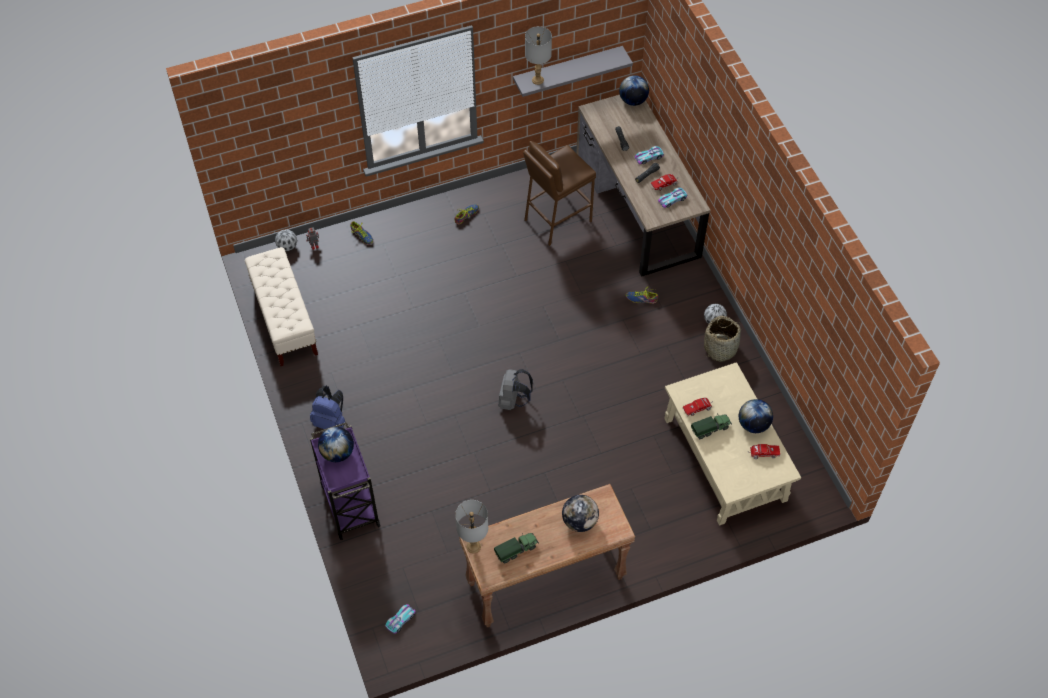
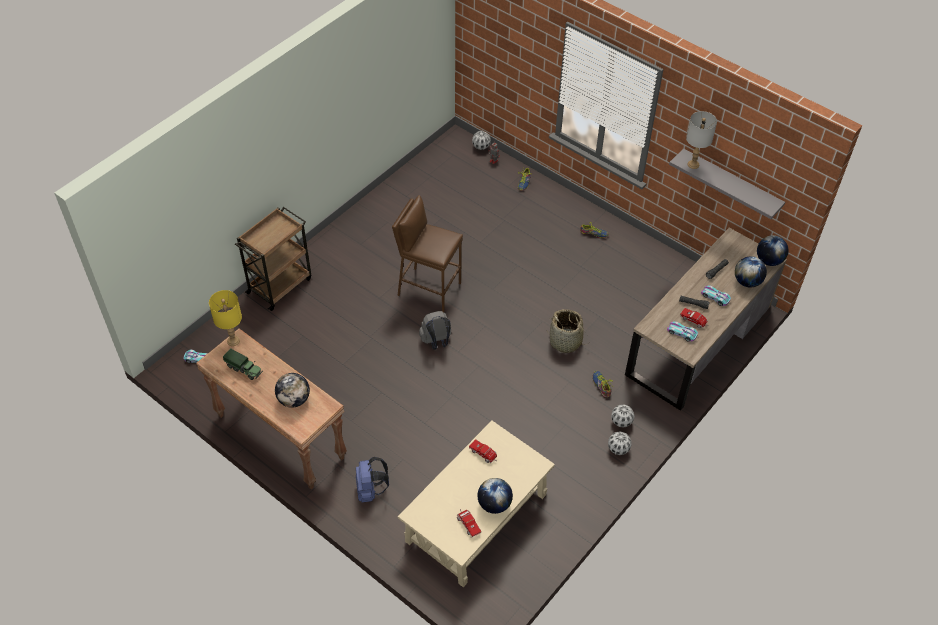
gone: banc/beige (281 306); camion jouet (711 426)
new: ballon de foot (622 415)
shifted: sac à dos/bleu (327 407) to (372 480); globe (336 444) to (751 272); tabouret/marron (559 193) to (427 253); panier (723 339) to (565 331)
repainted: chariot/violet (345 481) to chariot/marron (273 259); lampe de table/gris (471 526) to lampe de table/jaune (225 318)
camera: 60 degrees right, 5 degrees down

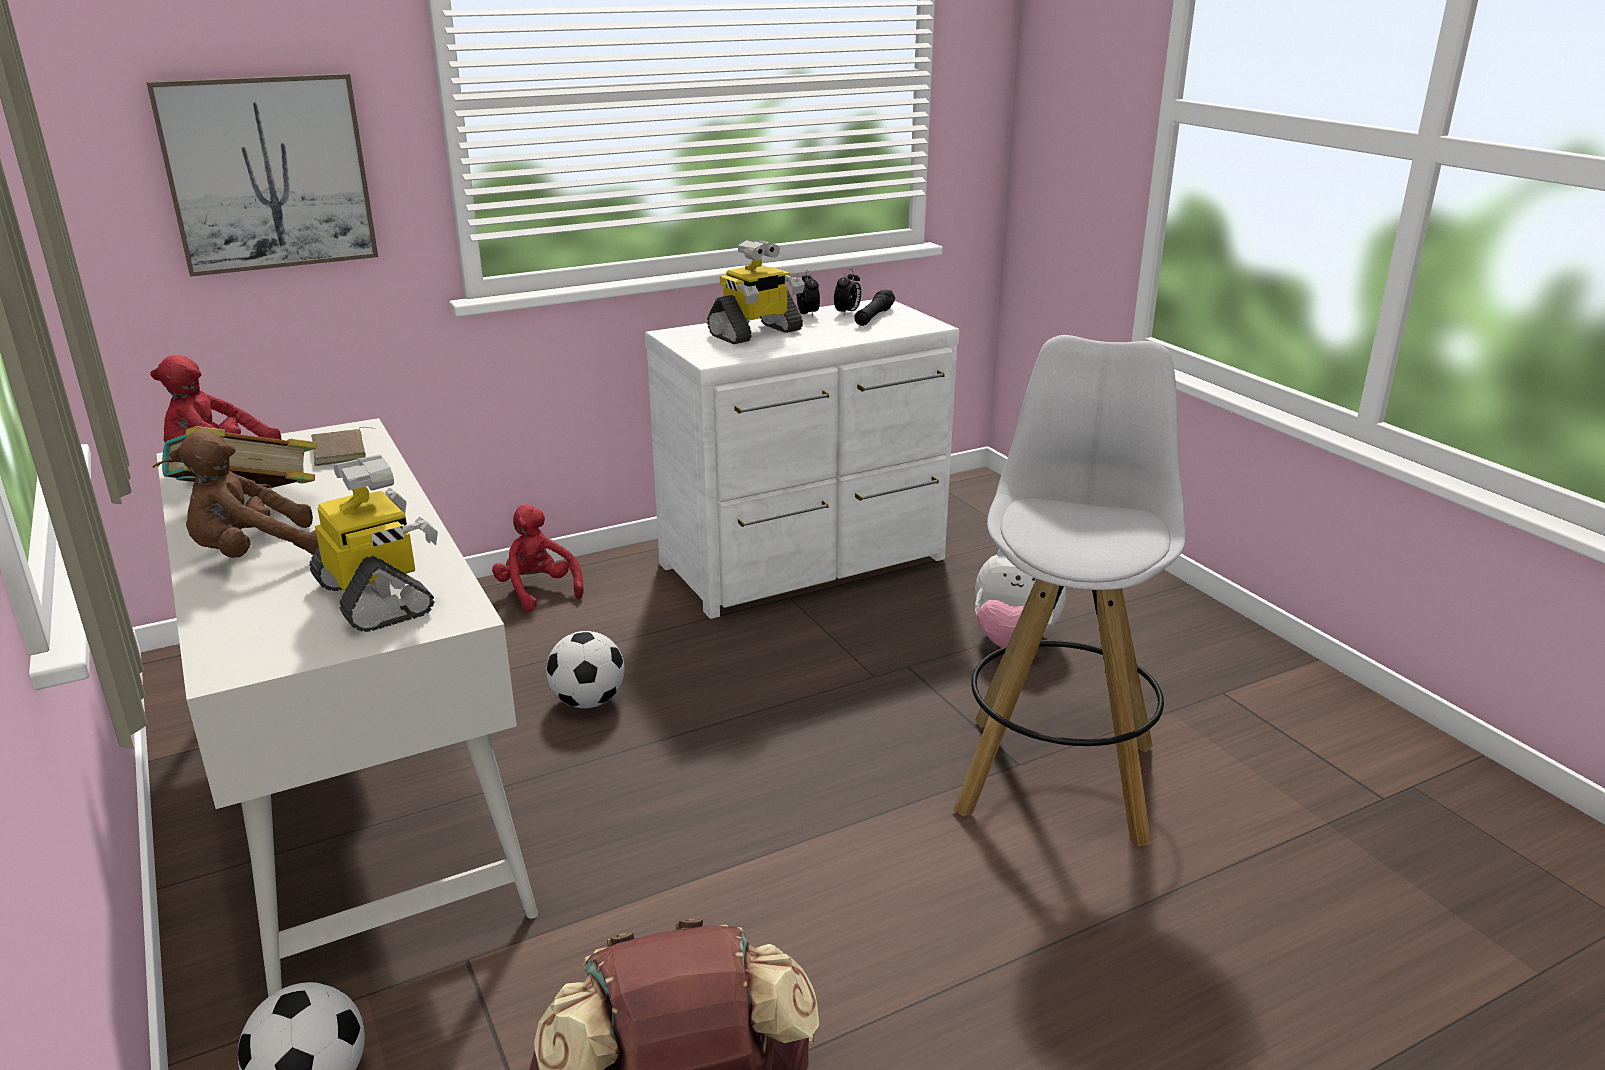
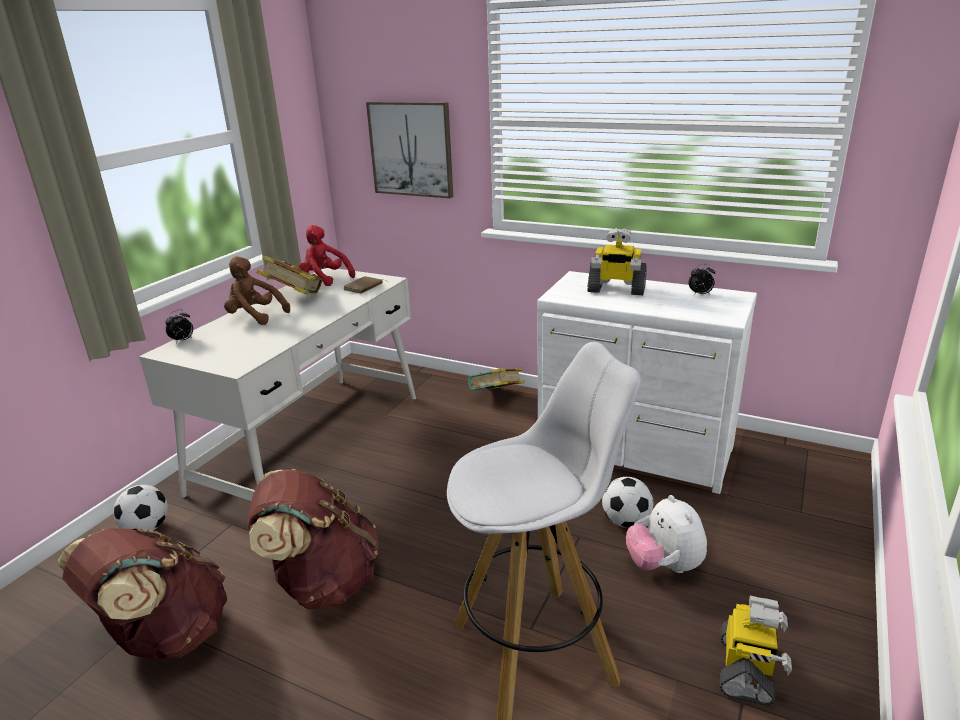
gone: lampe de poche/noir (874 308)
new: sac à dos/marron (312 539)
shifted: robot jouet (374 543) to (756 651); ballon de foot (585 669) to (627 502); réveil (808 293) to (179 326)
swapped: peluche/rouge (538 558) to livre (496 379)
camera: 55 degrees right, 0 degrees up

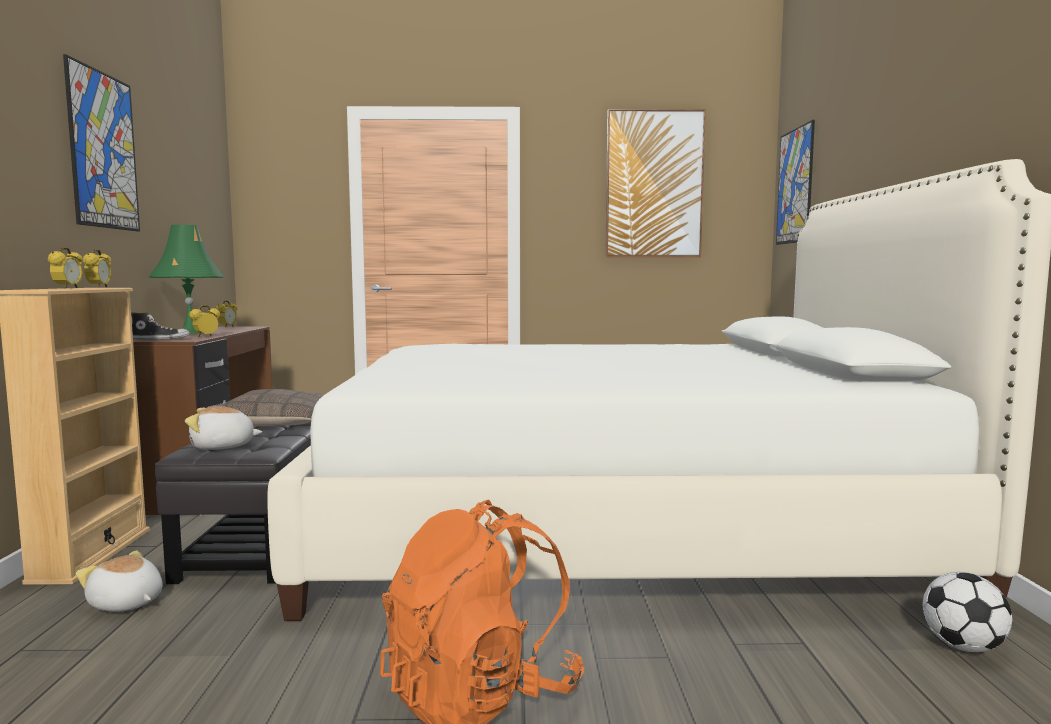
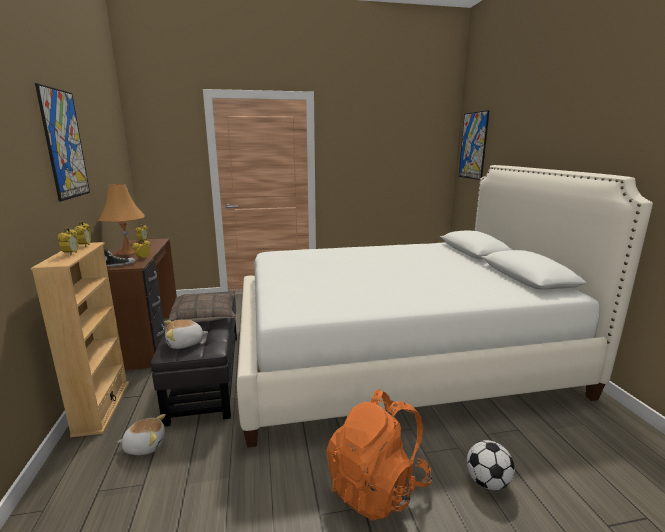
gone: tableau (655 183)
shifted: ballon de foot (967 612) to (491 465)
repainted: lampe de table/vert (186 279) to lampe de table/orange (121 219)
rotated: peluche (119 581) = (142 434) 150 degrees clockwise
camera: 10 degrees left, 10 degrees up

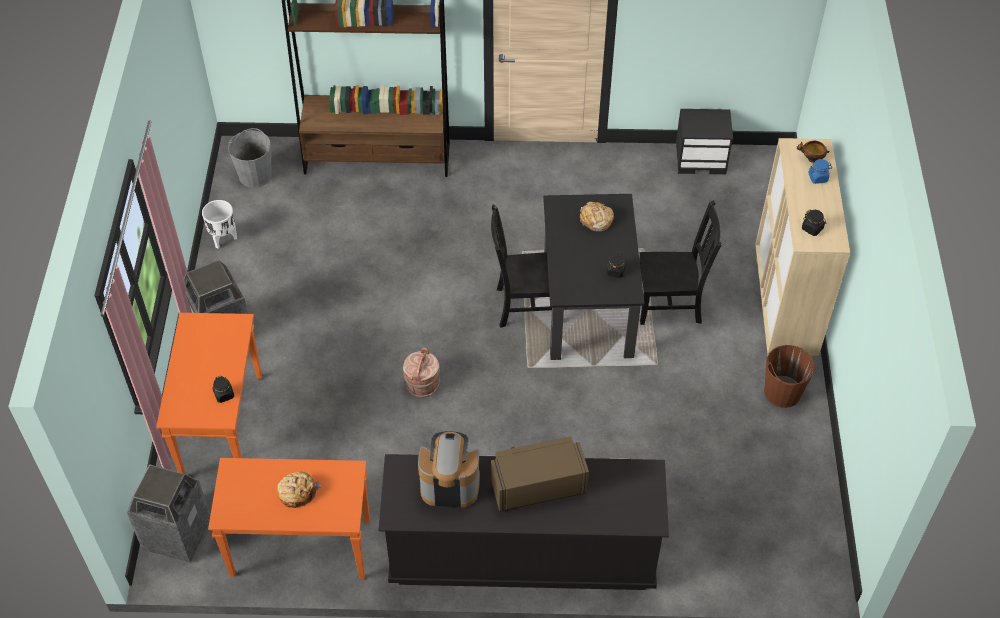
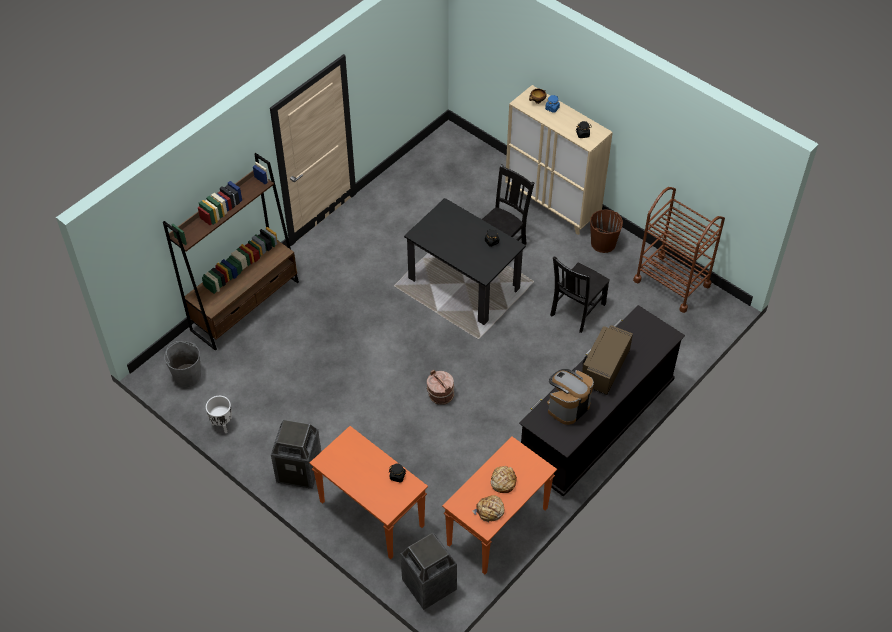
gone: table de chevet/noir (704 141)
new: chariot/marron (679 250)
shifted: chaise/noir (521 266) to (580 294); pain (597 216) to (488 509)
camera: 50 degrees left, 0 degrees up

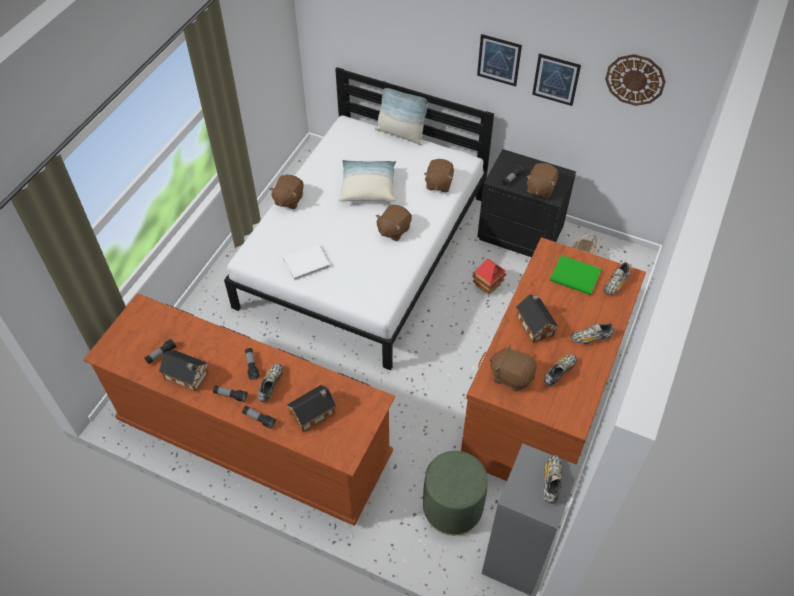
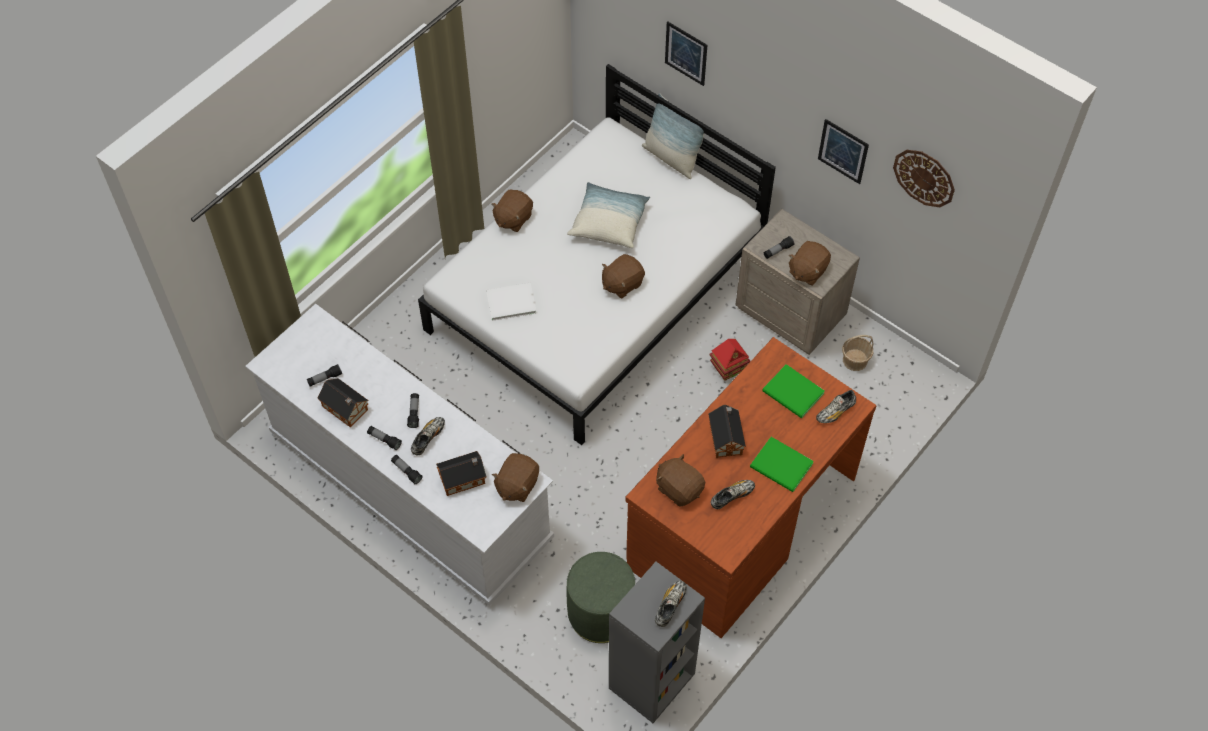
shifted: peluche/marron (439 175) to (515 477); tableau (499 60) to (686 53)
swapped: chaussure (592 333) to livre/vert (782 464)
repainted: commode/marron (239 409) to commode/blanc (399 455); table de chevet/noir (526 203) to table de chevet/beige (797 282)
camera: 15 degrees right, 5 degrees up

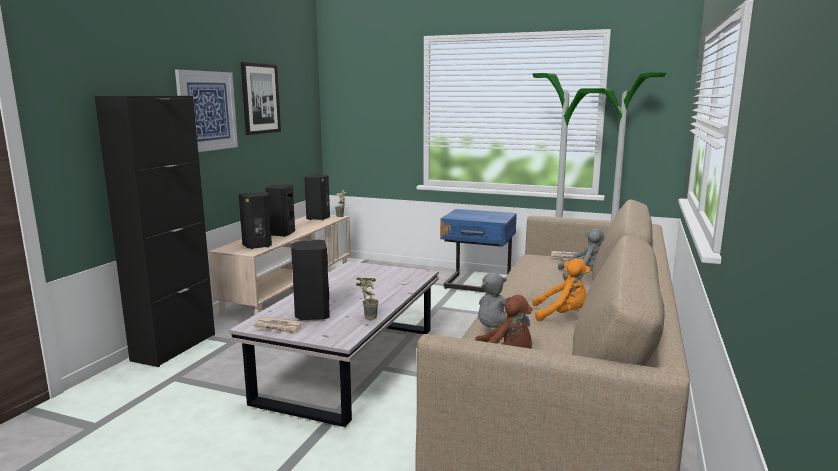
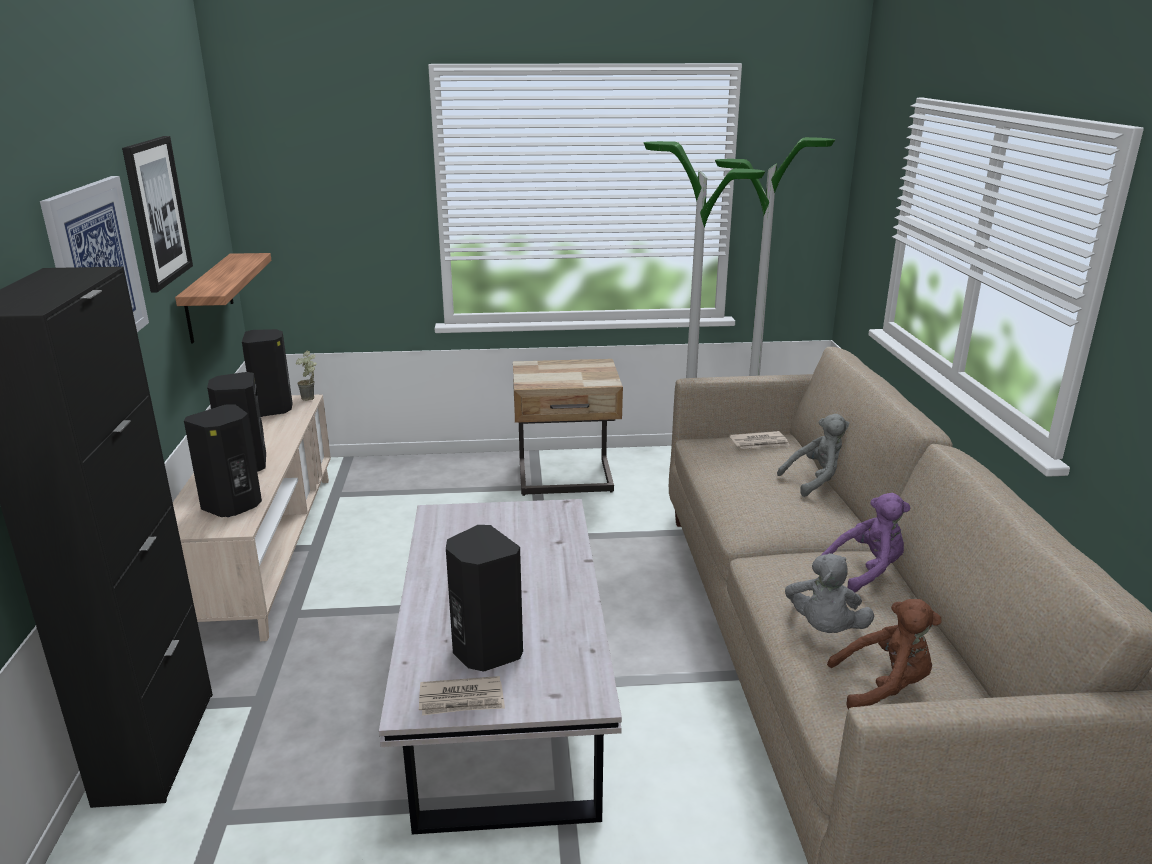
gone: plante en pot (367 299)
new: étagère (223 298)
repainted: table de chevet/bleu (478 251) to table de chevet/beige (568 427); peluche/orange (561 289) to peluche/violet (865 542)
camera: 25 degrees left, 10 degrees up

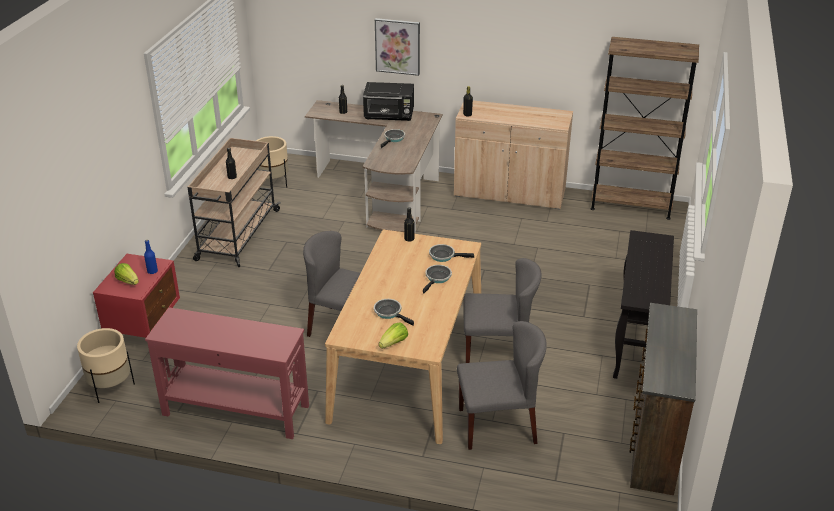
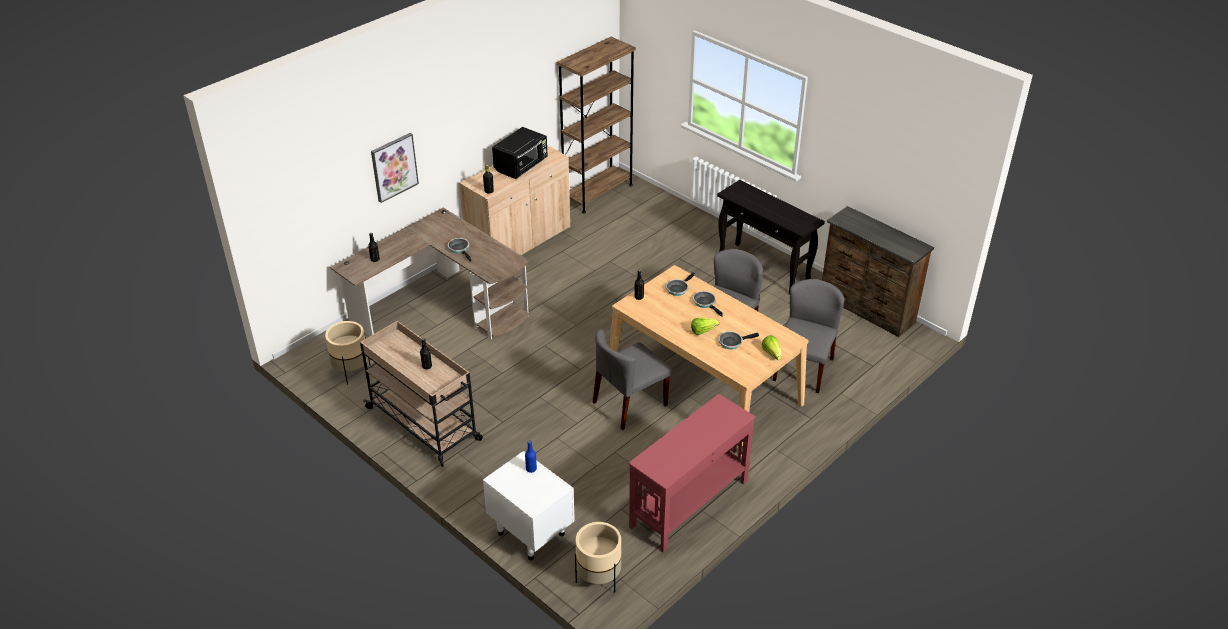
shifted: laitue (126 274) to (705 326); micro-ondes/noir (388 101) to (520 153)
repainted: table de chevet/rouge (136 296) to table de chevet/blanc (529 505)
camera: 60 degrees left, 5 degrees up

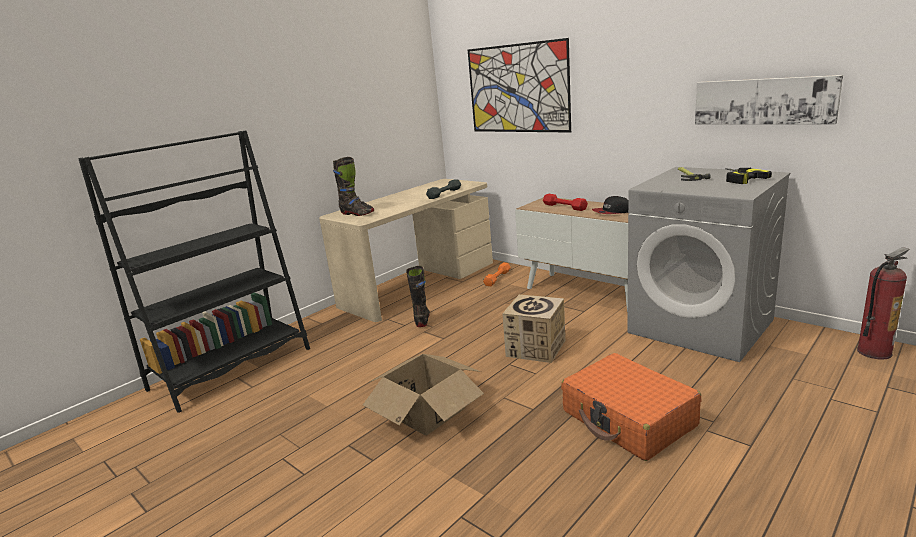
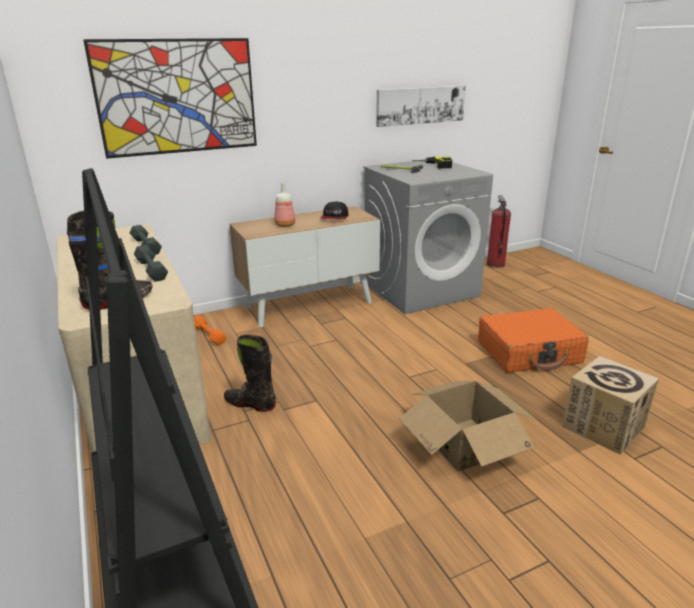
new: haltère/gris (151 263)
shifted: carton (533 328) to (610 405)
swapped: haltère/rouge (565 202) to bouteille (284 204)
camera: 70 degrees left, 5 degrees up

